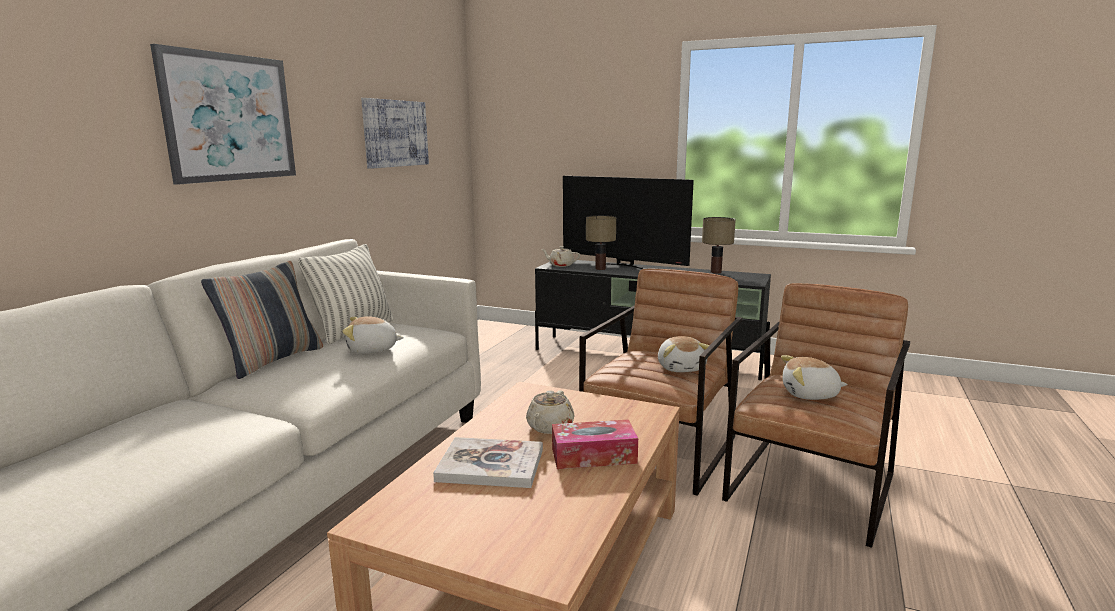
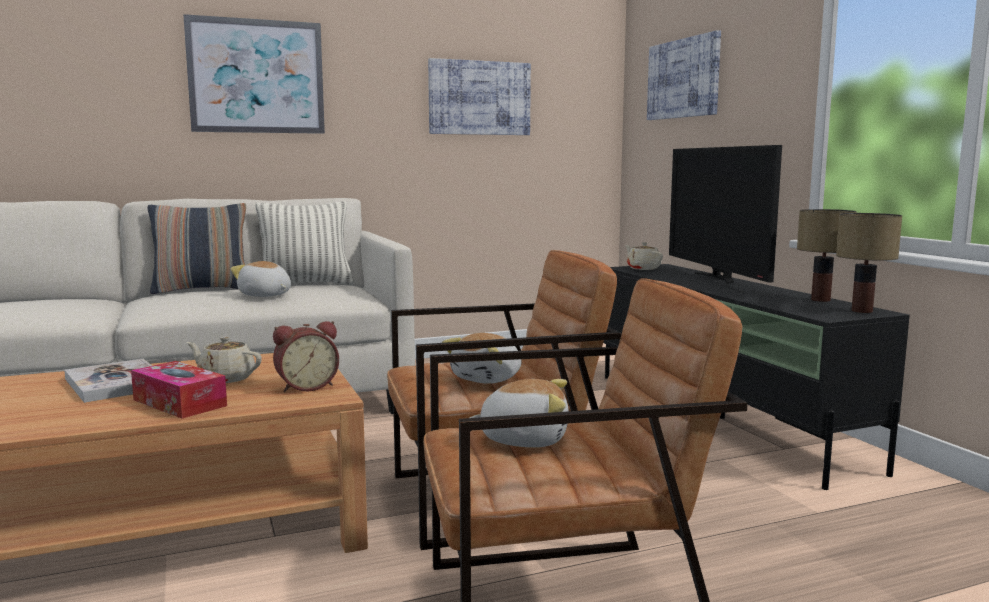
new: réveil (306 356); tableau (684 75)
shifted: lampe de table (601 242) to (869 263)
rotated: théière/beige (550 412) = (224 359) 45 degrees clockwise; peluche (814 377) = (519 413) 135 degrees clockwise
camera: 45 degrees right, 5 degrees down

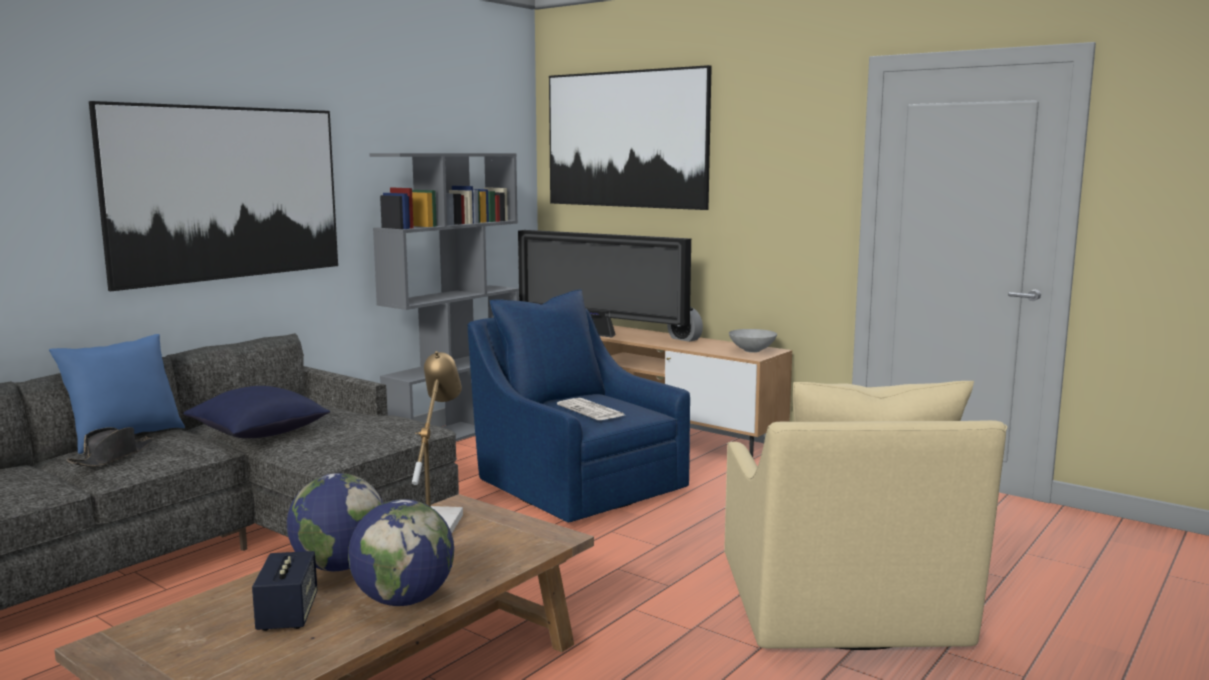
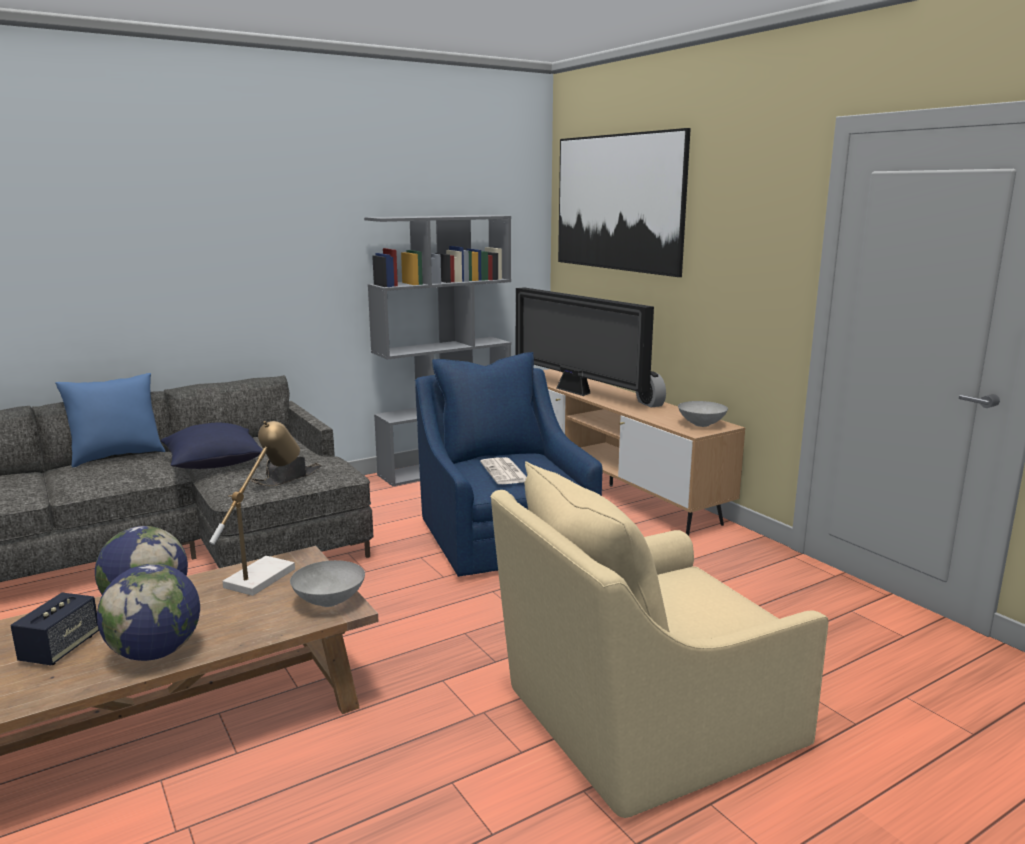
gone: tableau (213 196)
new: bol/gris (327 583)
shifted: chapeau/noir (110 447) to (286 471)
rotated: fauteuil/beige (866 515) = (659 639) 45 degrees clockwise
camera: 20 degrees right, 5 degrees up

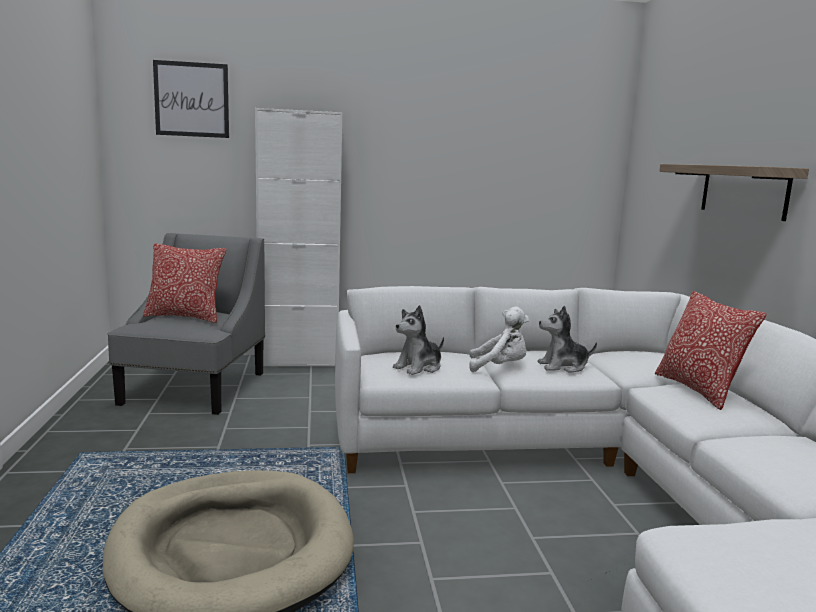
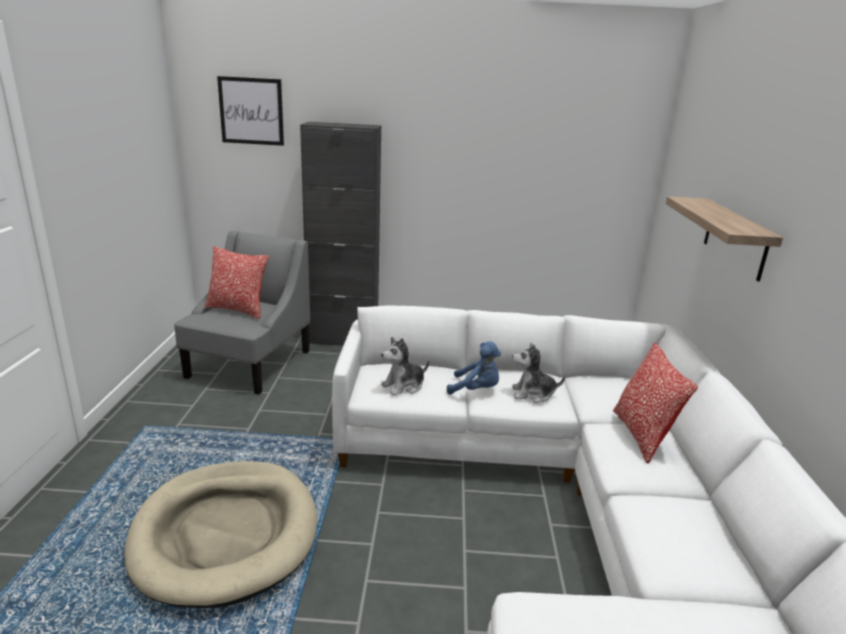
repainted: meuble de rangement/blanc (298 237) to meuble de rangement/noir (340 234); peluche/blanc (499 339) to peluche/bleu (474 368)
camera: 10 degrees right, 10 degrees up

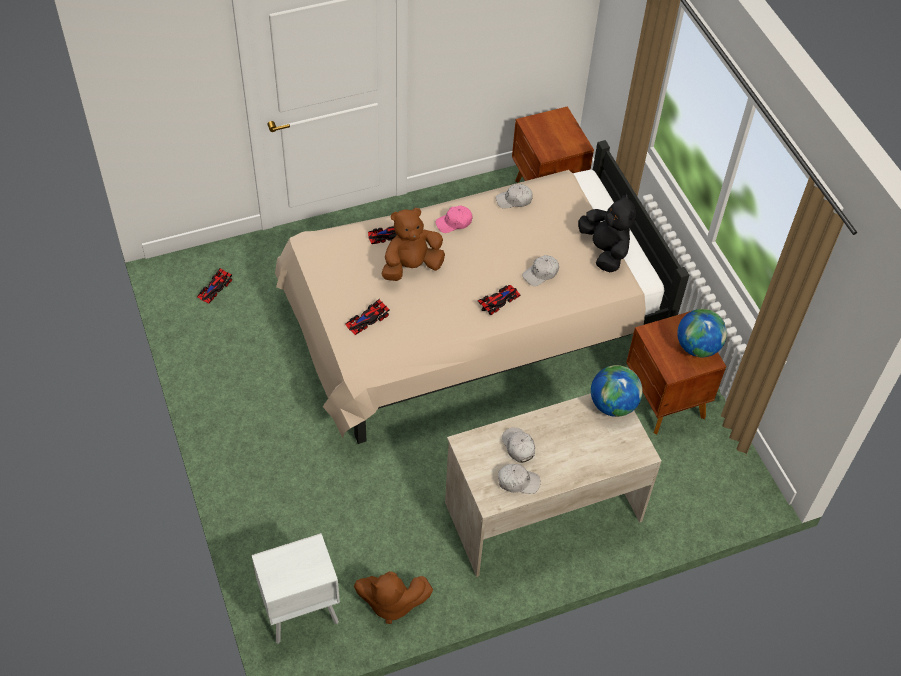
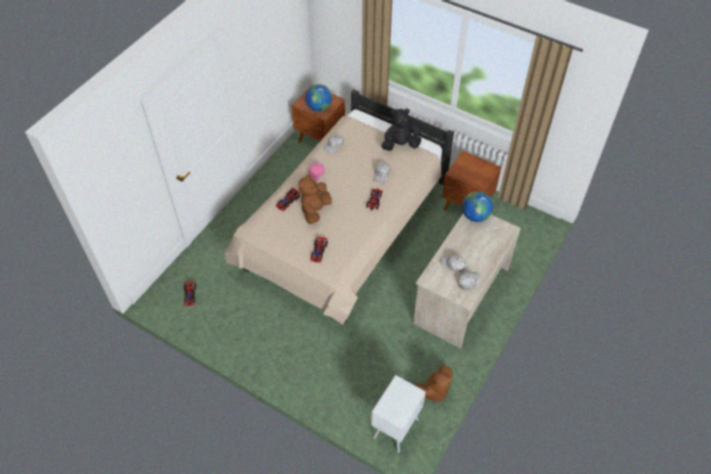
shifted: globe (702 333) to (318 97)
rotated: peluche/noir (607 232) = (401 129) 45 degrees counterclockwise
camera: 35 degrees left, 0 degrees up

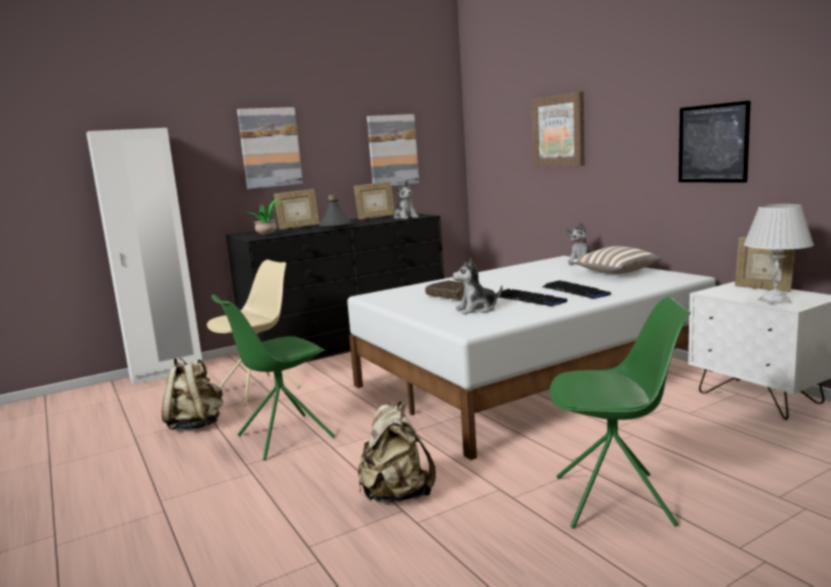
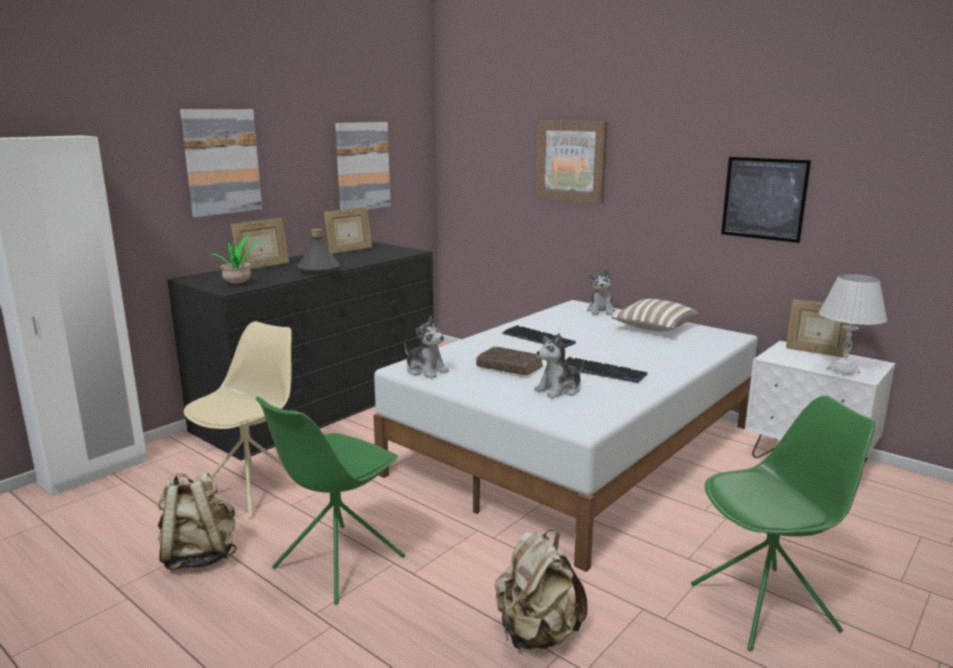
shifted: peluche (406 200) to (426 347); clavier (576 289) to (539 336)
camera: 20 degrees left, 5 degrees up

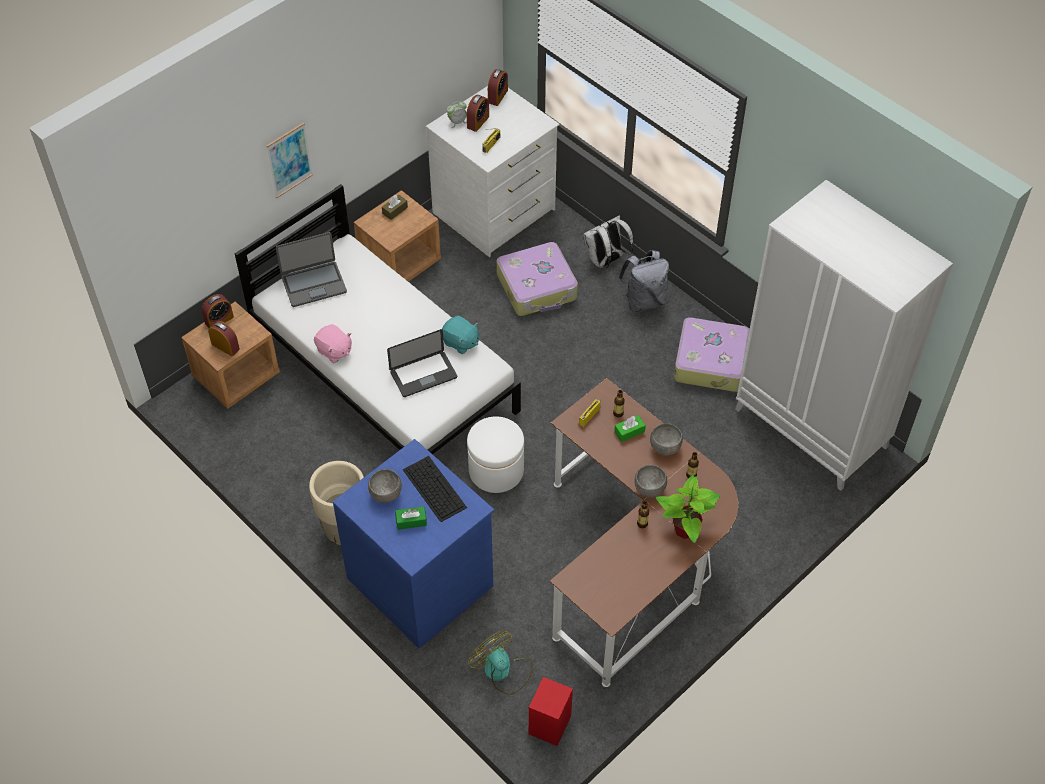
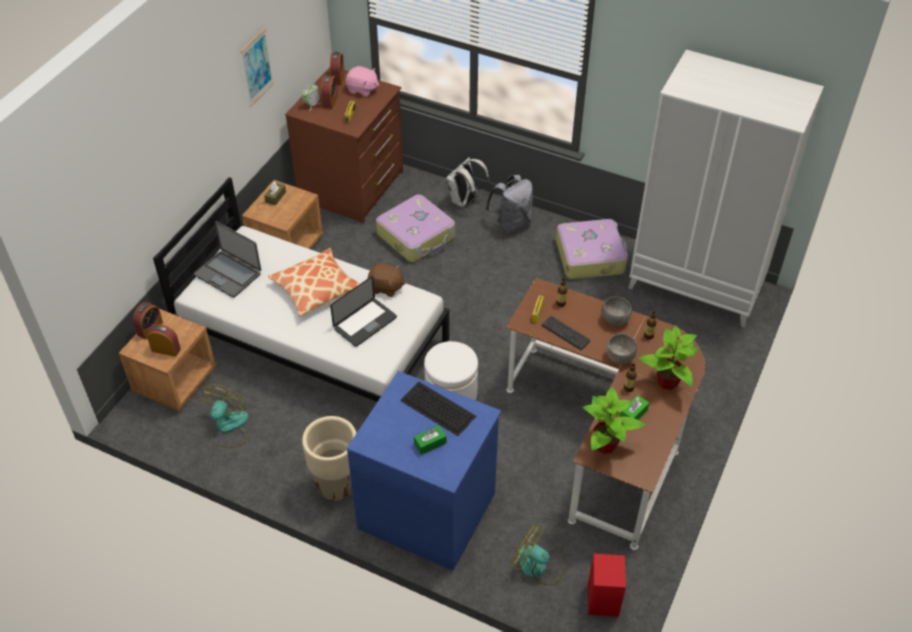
gone: bol/gris (385 486)
new: ventilateur (226 416); coussin (314 282); clavier (566 333); plante en pot (614 420)
shifted: tableau (289 160) to (257 67); peluche/rose (333 343) to (362 81); boîte à mouchoirs/vert (630 428) to (634 407)
repainted: commode/blanc (492 171) to commode/marron (344 145); peluche/turquoise (460 335) to peluche/marron (386 280)
rotated: ordinateur portable (311 269) = (227 259) 75 degrees clockwise
camera: 20 degrees left, 5 degrees down

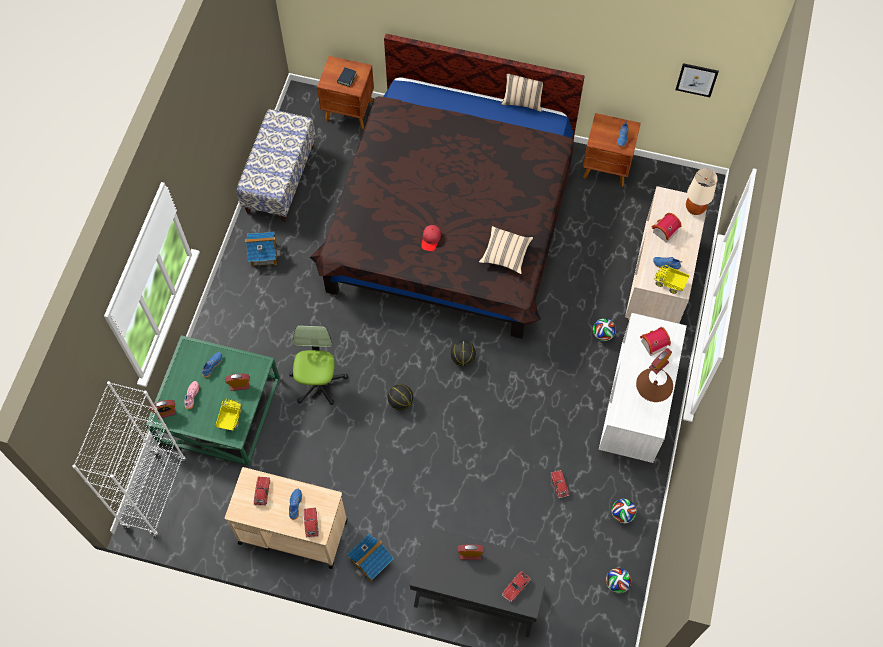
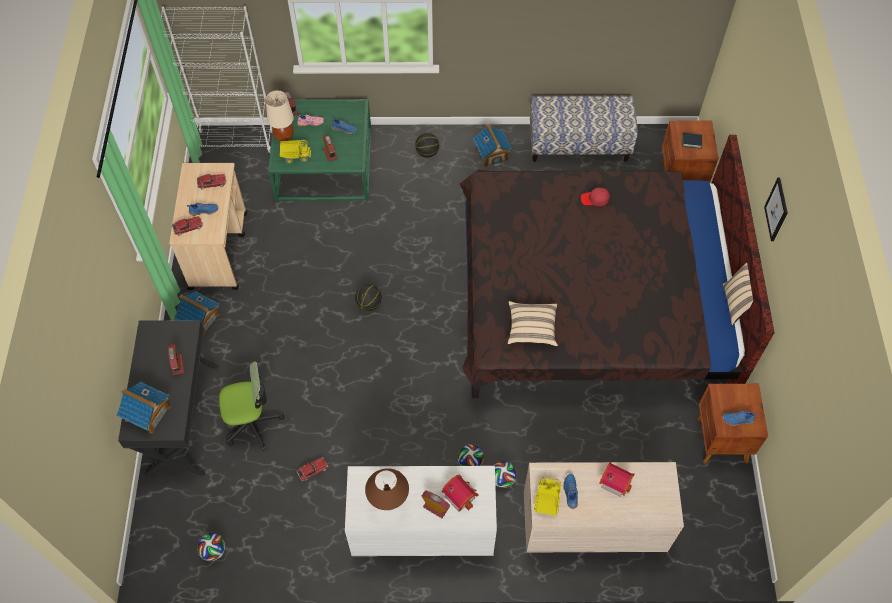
shifted: chaise de bureau (318 365) to (251 406); casquette/rouge (431 238) to (595 197); ballon de basket (463 353) to (427 145); ballon de foot (624 511) to (471 455); tableau (697 80) to (776 209); lampe de table/beige (702 191) to (279 115)
swapped: petite voiture (516 586) to maison miniature (144 408)
camera: 75 degrees right, 5 degrees down

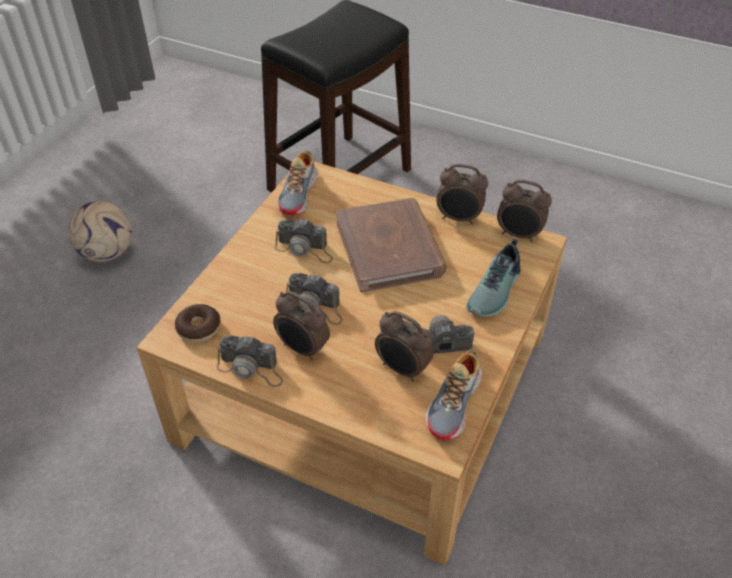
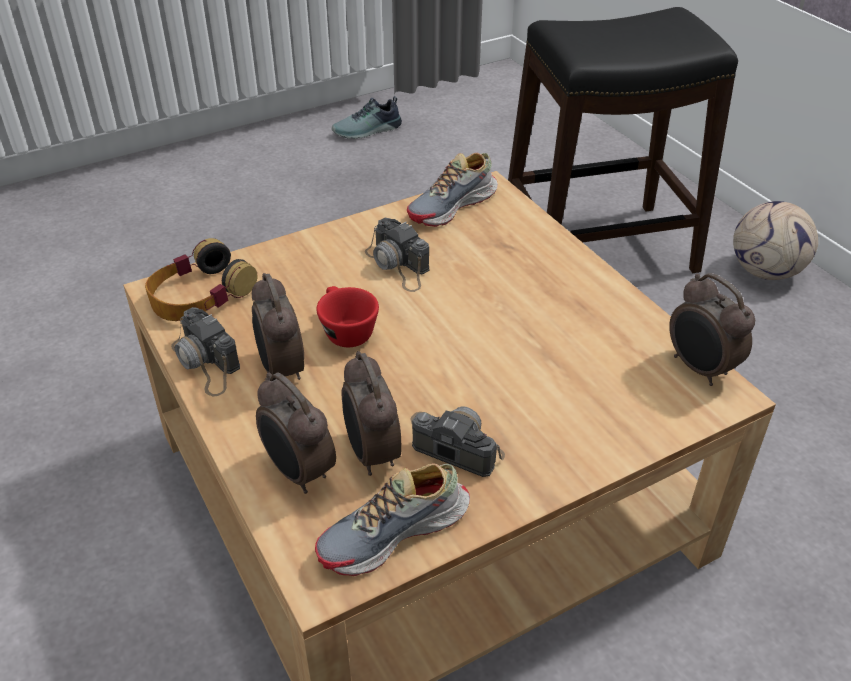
gone: livre/marron (391 245)
shifted: ballon de foot (100 231) to (775 240); réveil (462 194) to (296 433); chaussure (493 278) to (367 117)
swapped: beignet (197 323) to casque audio (201 279); appareil photo (314 299) to tasse/rouge (347 316)
camera: 35 degrees right, 5 degrees down

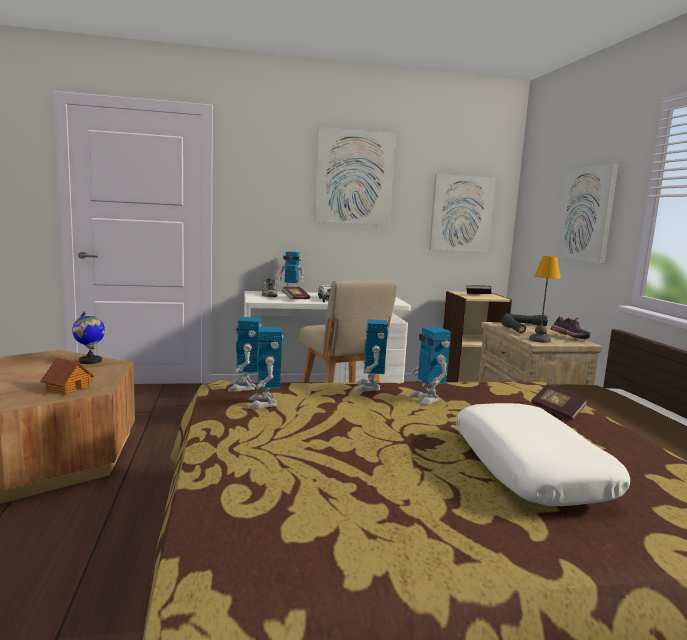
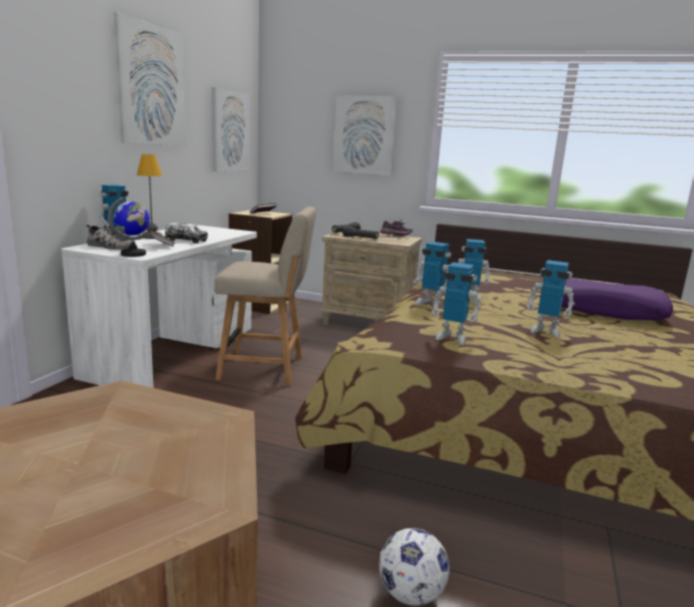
gone: maison miniature (67 376); livre (559 402)
new: ballon de foot (414 567)
shifted: globe (88 337) to (129 227); robot jouet (244 354) to (551 298); lampe de table (545 299) to (149 196)
repainted: coussin/blanc (542 454) to coussin/violet (617 299)
camera: 60 degrees left, 5 degrees up

